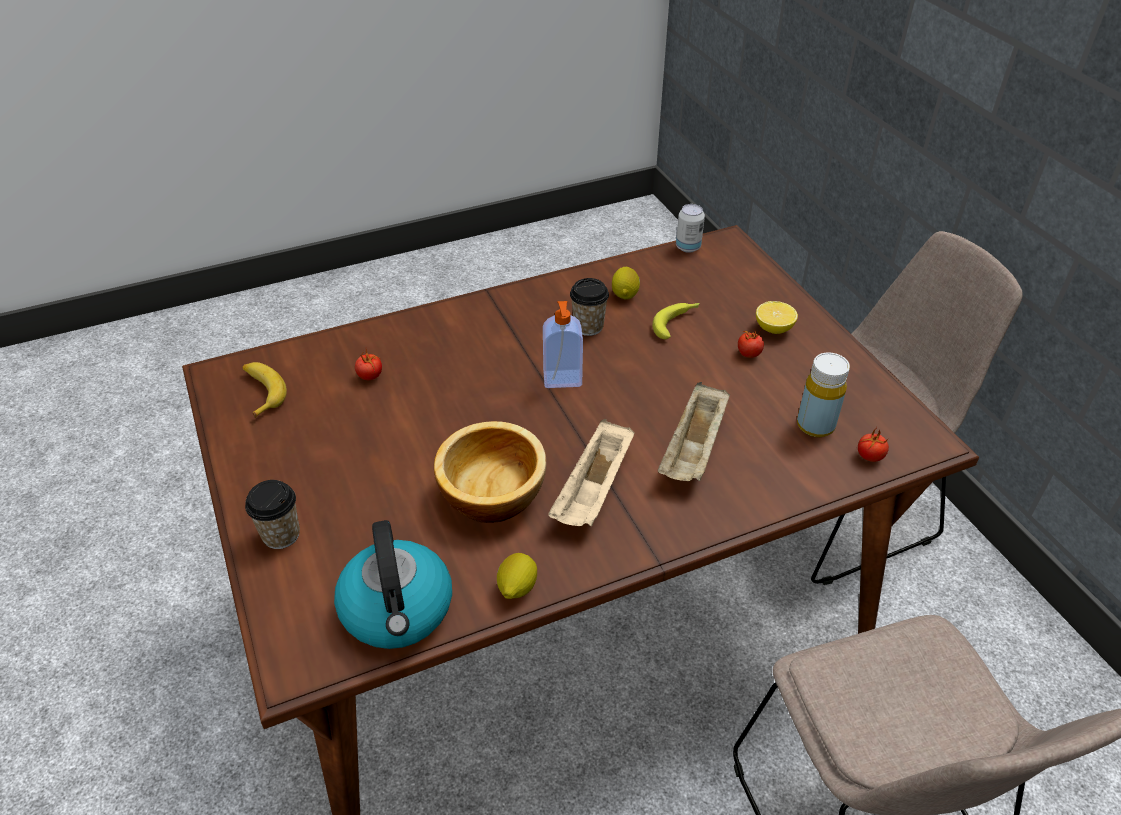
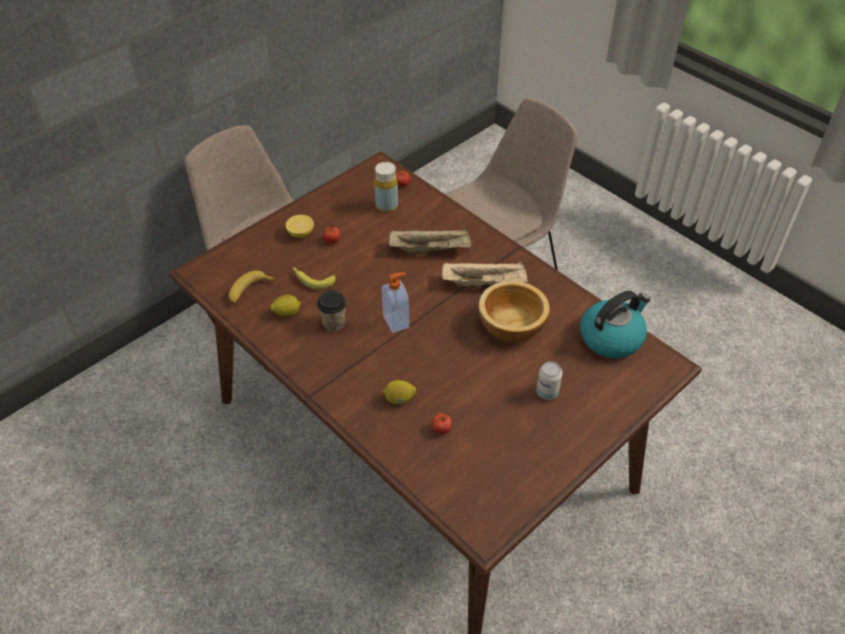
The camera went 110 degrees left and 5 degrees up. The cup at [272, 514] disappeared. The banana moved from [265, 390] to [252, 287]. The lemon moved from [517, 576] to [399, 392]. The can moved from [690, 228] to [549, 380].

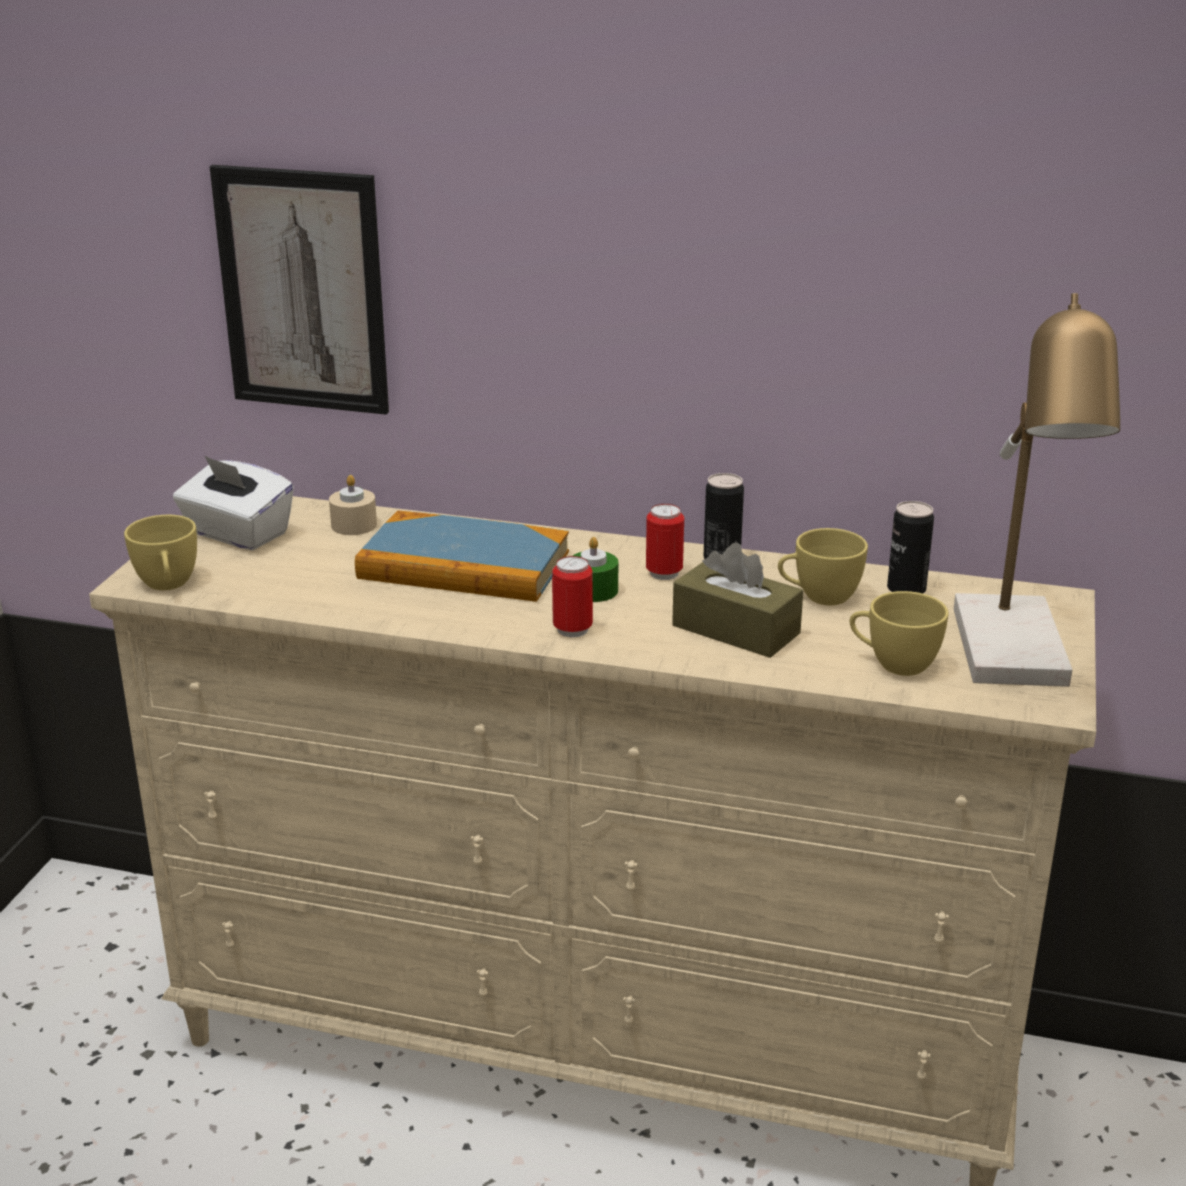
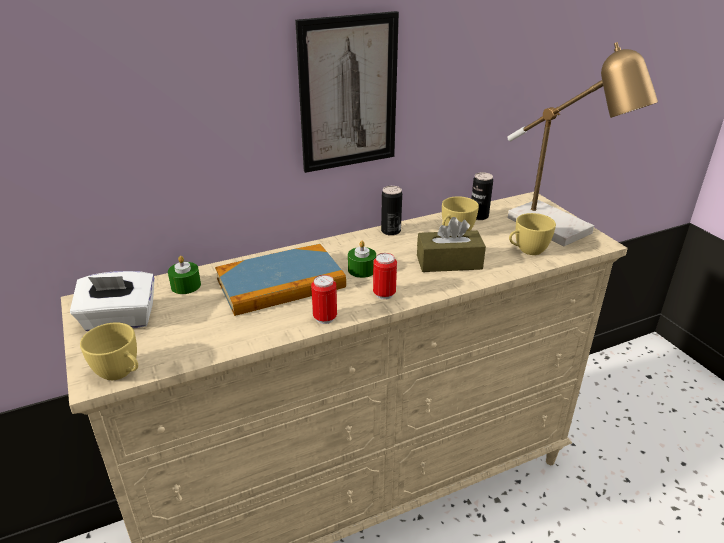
The camera went 40 degrees left and 5 degrees up. The picture moved from [299, 290] to [347, 92]. The can moved from [665, 542] to [324, 299]. The beige candle at [353, 505] became the green candle at [184, 275].

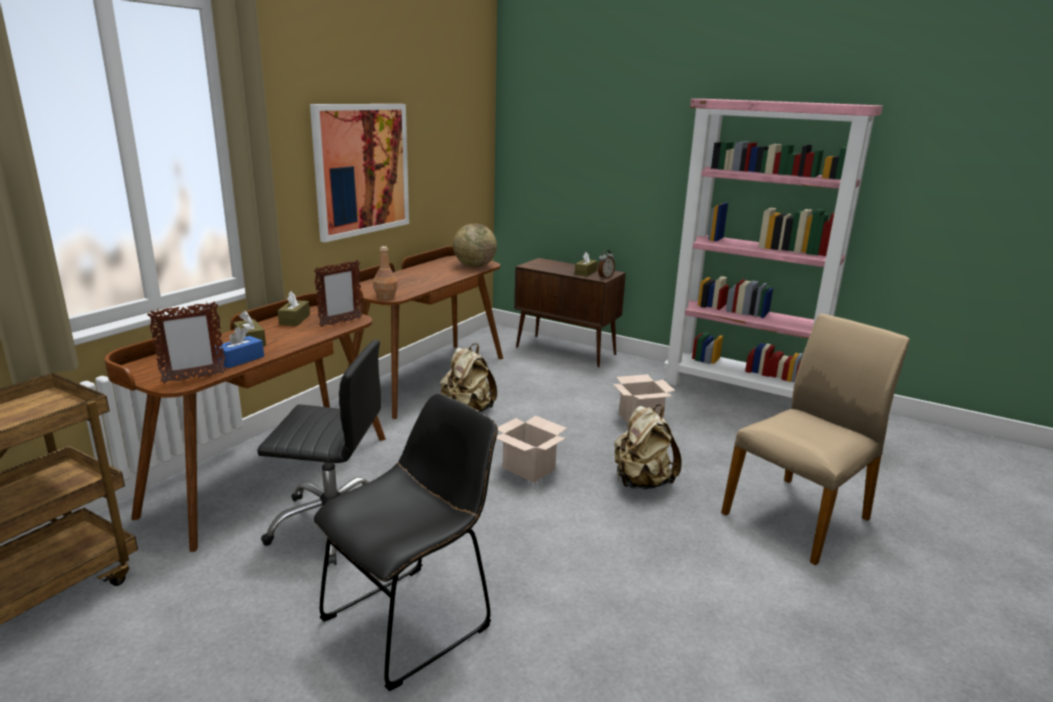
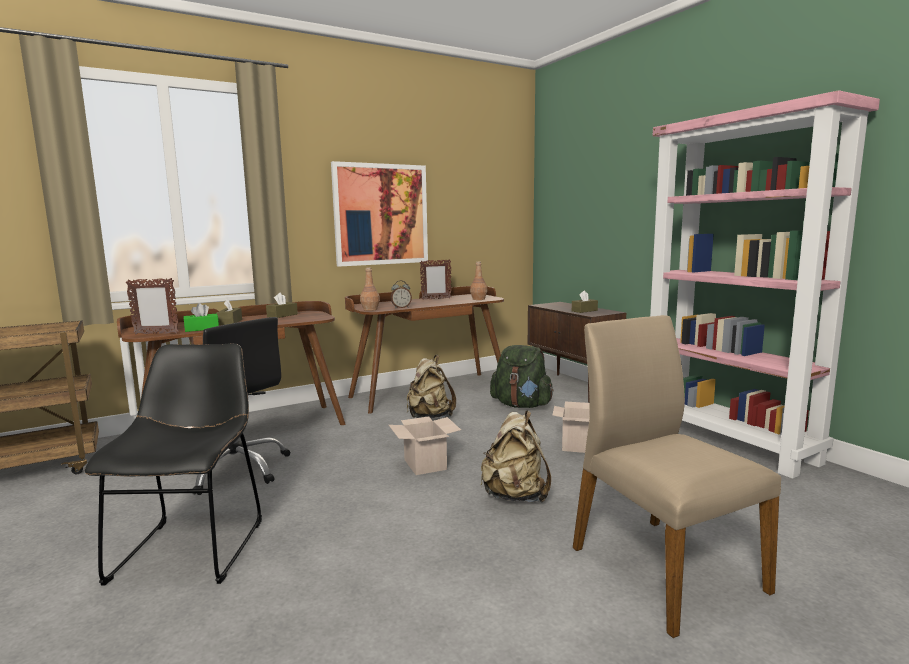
The camera went 30 degrees right and 10 degrees down. The green backpack at [522, 376] appeared. The picture frame moved from [338, 293] to [436, 279]. The alarm clock moved from [606, 264] to [401, 294]. The globe at [475, 245] was replaced by the brown bottle at [478, 281]. The blue tissue box at [239, 347] became the green tissue box at [201, 317]. The black chair at [406, 542] turned 75 degrees counterclockwise. The beige chair at [815, 439] turned 105 degrees counterclockwise.

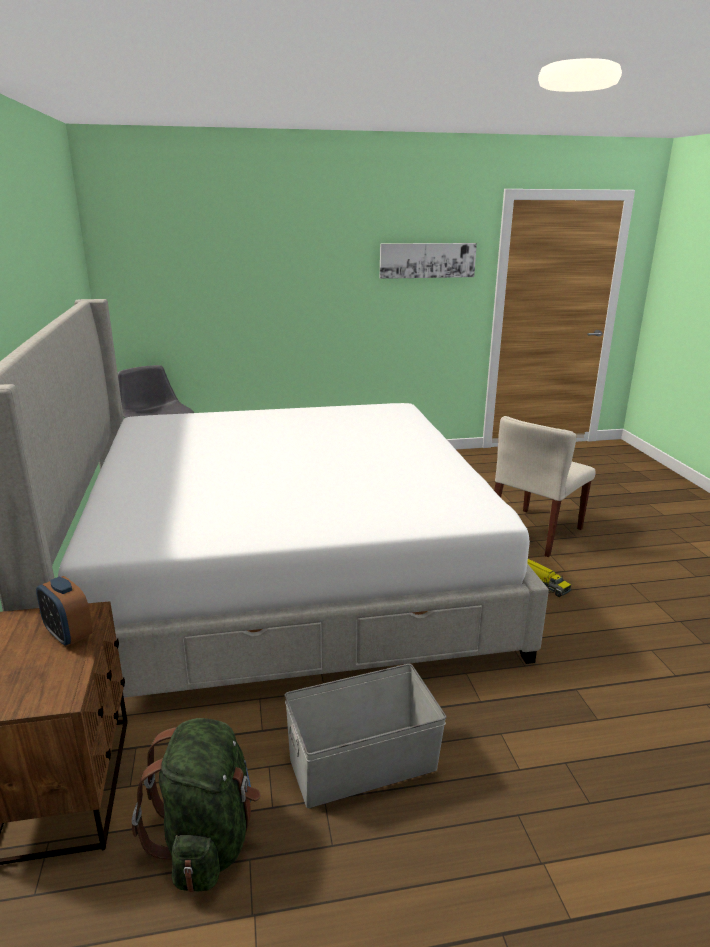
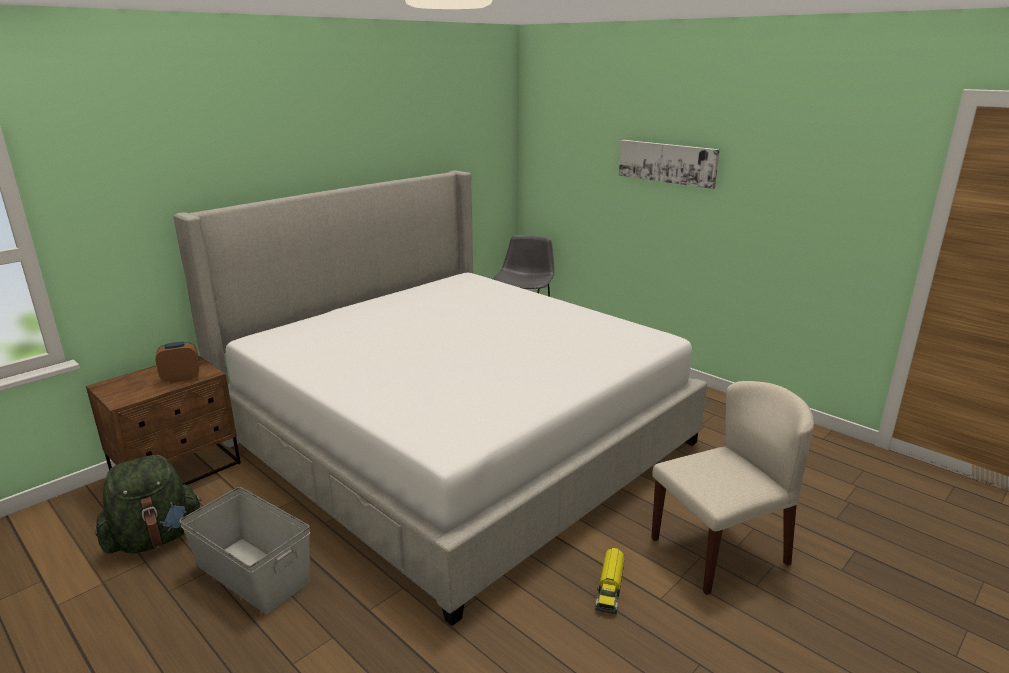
The camera went 55 degrees right and 0 degrees up. The picture moved from [428, 261] to [669, 164]. The alarm clock at [64, 611] turned 60 degrees clockwise. The beige chair at [545, 486] turned 150 degrees clockwise.

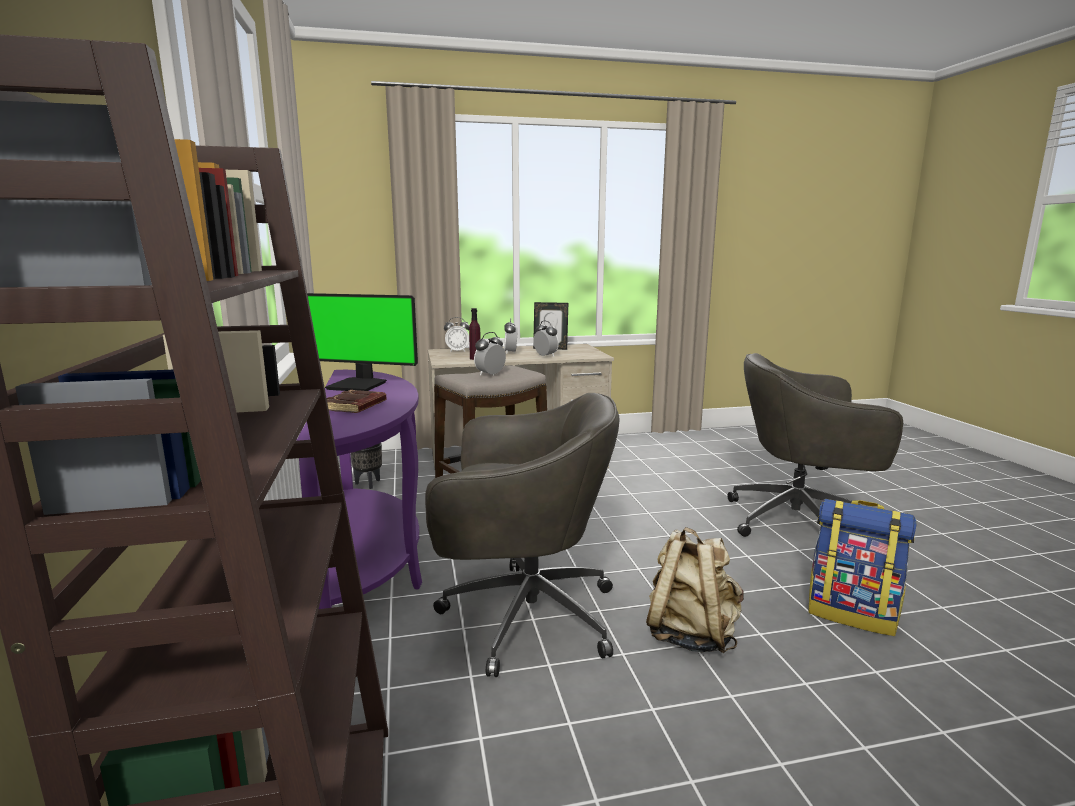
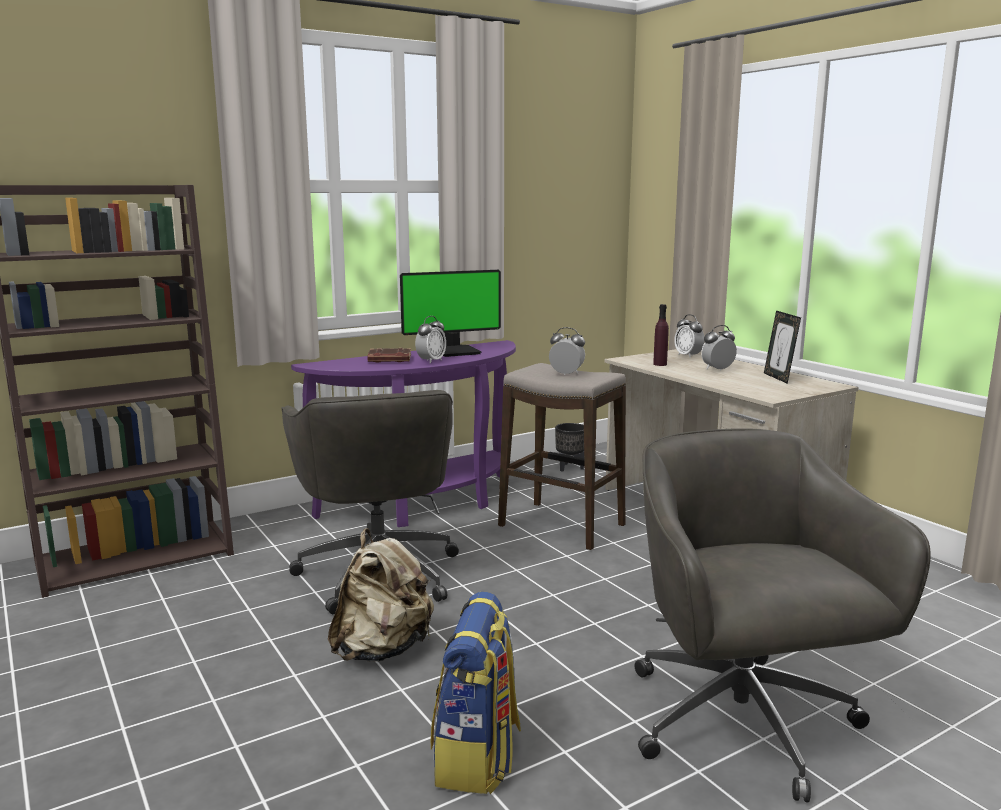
The camera went 70 degrees right and 0 degrees up. The alarm clock moved from [546, 339] to [430, 339]. The monitor at [362, 342] turned 105 degrees counterclockwise.

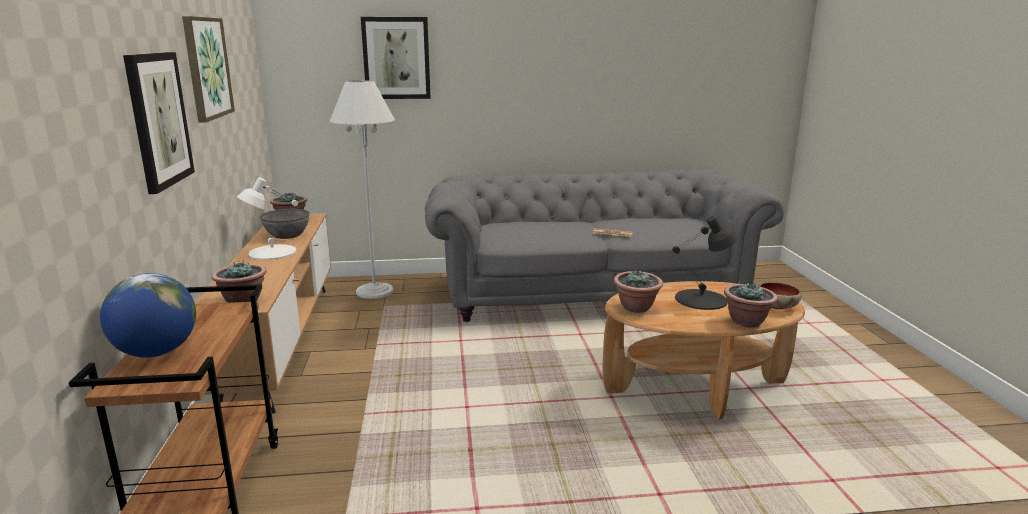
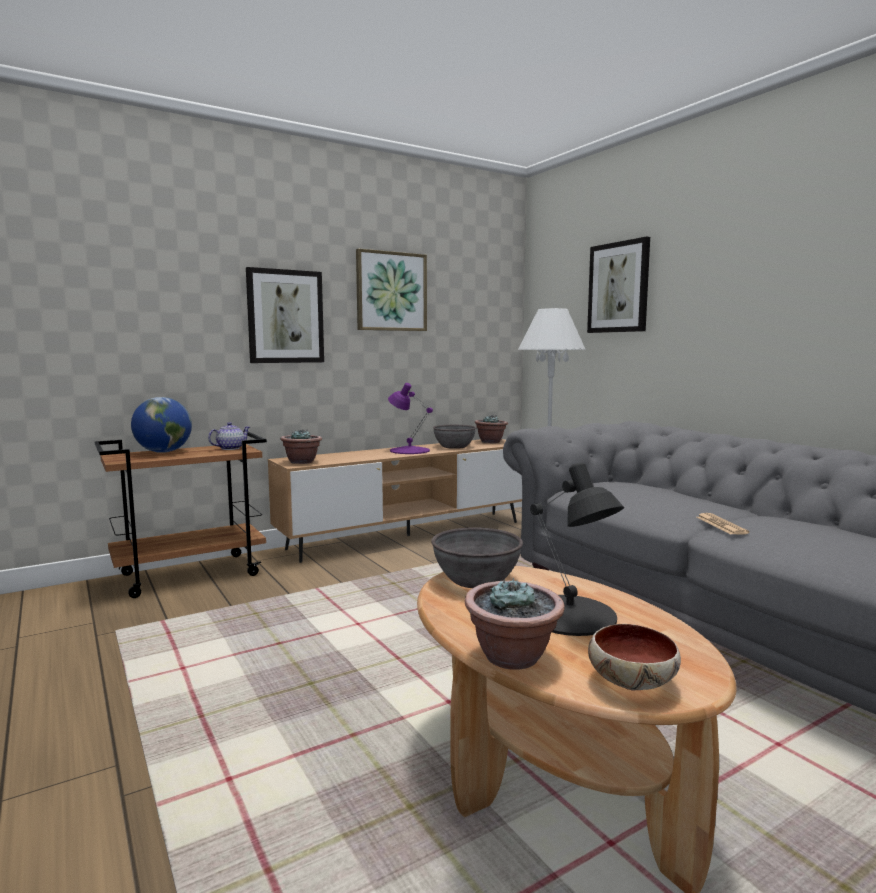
The camera went 65 degrees right and 10 degrees down. The teapot at [229, 436] appeared. The potted plant at [638, 291] was replaced by the grey bowl at [477, 557]. The white table lamp at [267, 218] became the purple table lamp at [410, 418].

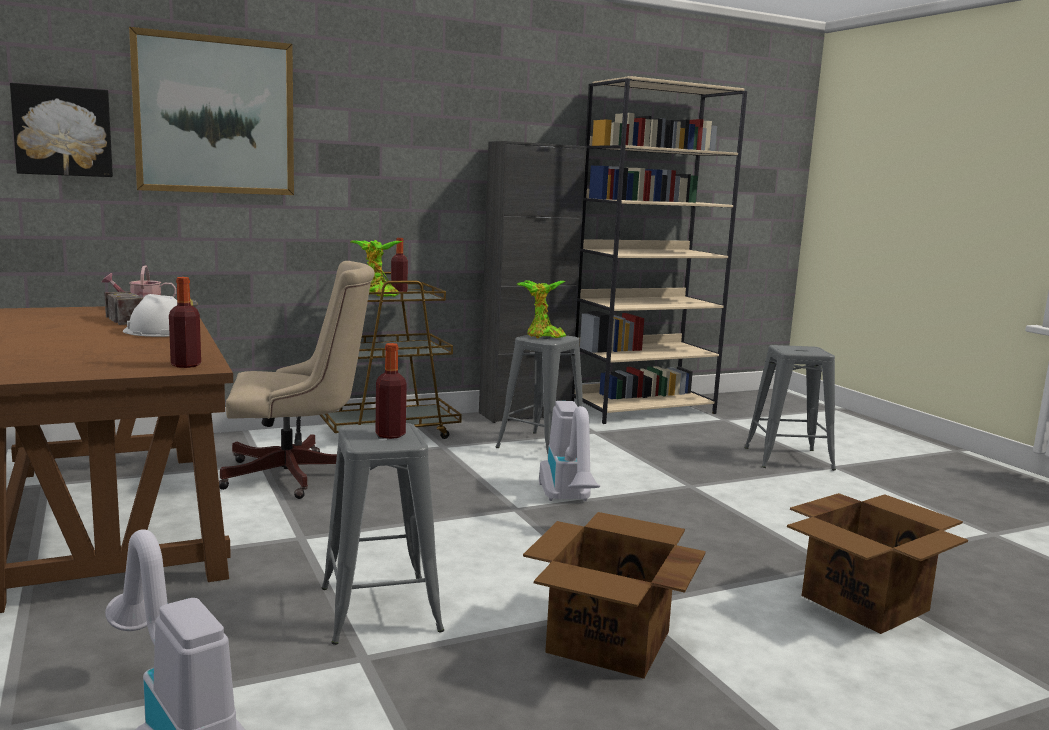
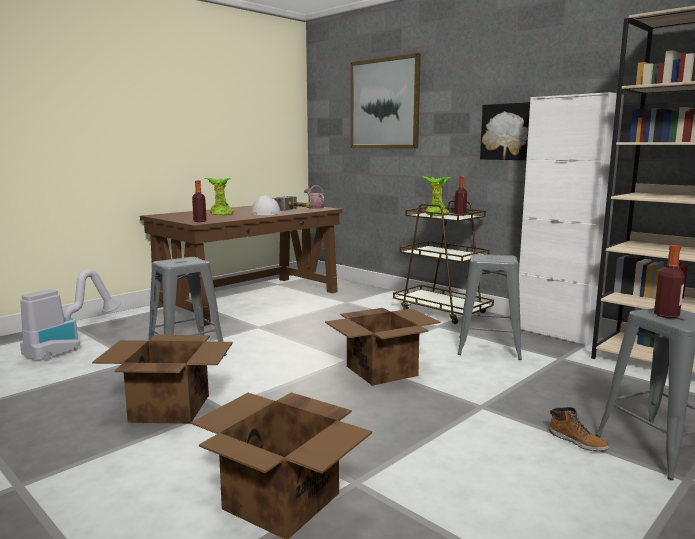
The camera went 70 degrees right and 0 degrees up. The beige office chair at [297, 380] disappeared. The boot at [579, 429] appeared. The picture moved from [61, 130] to [505, 131]. The bottle moved from [391, 391] to [669, 281]. The potted plant moved from [541, 309] to [219, 196]. The vacuum cleaner at [569, 451] was replaced by the cardboard box at [383, 347]. The black cabinet at [533, 282] became the white cabinet at [571, 219].

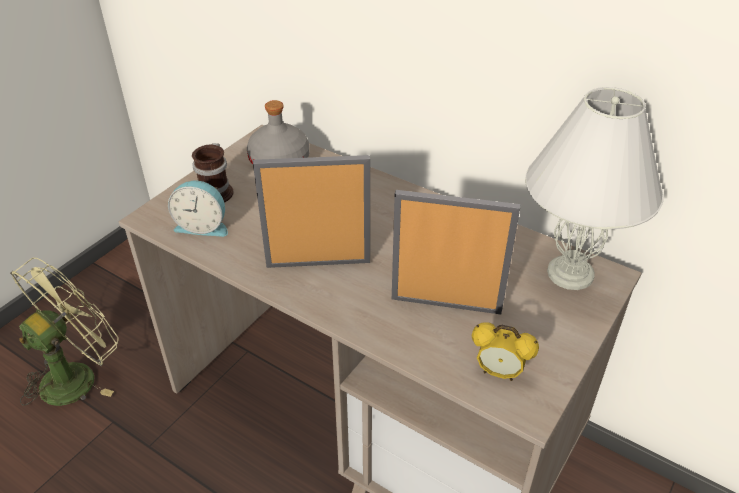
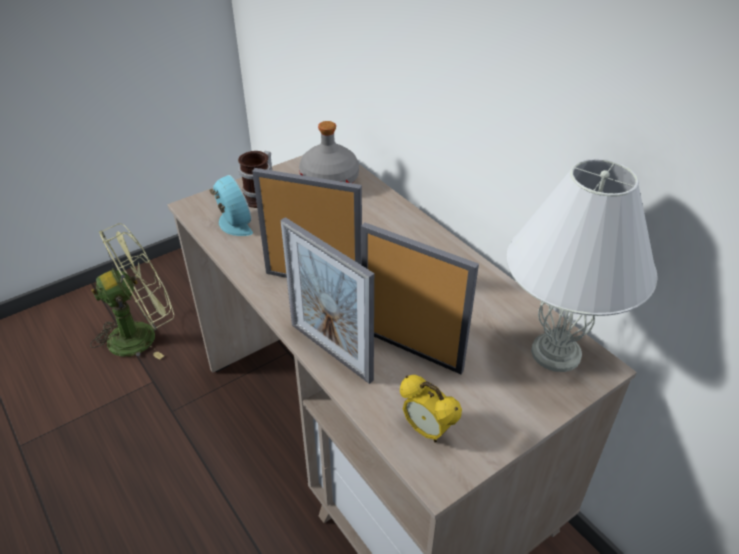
The camera went 20 degrees right and 0 degrees up. The picture frame at [327, 300] appeared. The alarm clock at [198, 209] turned 150 degrees counterclockwise.

